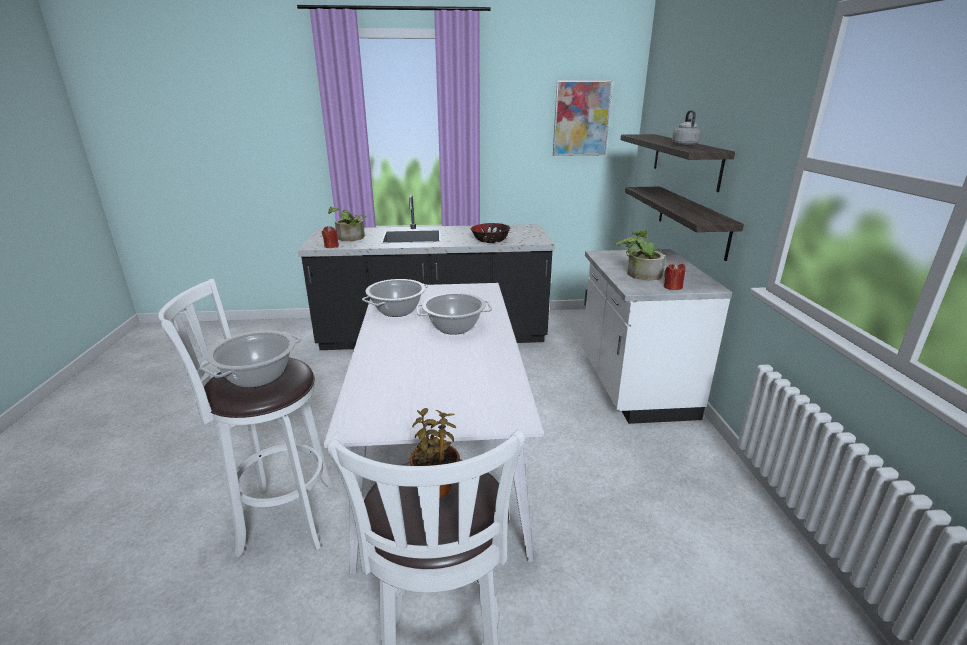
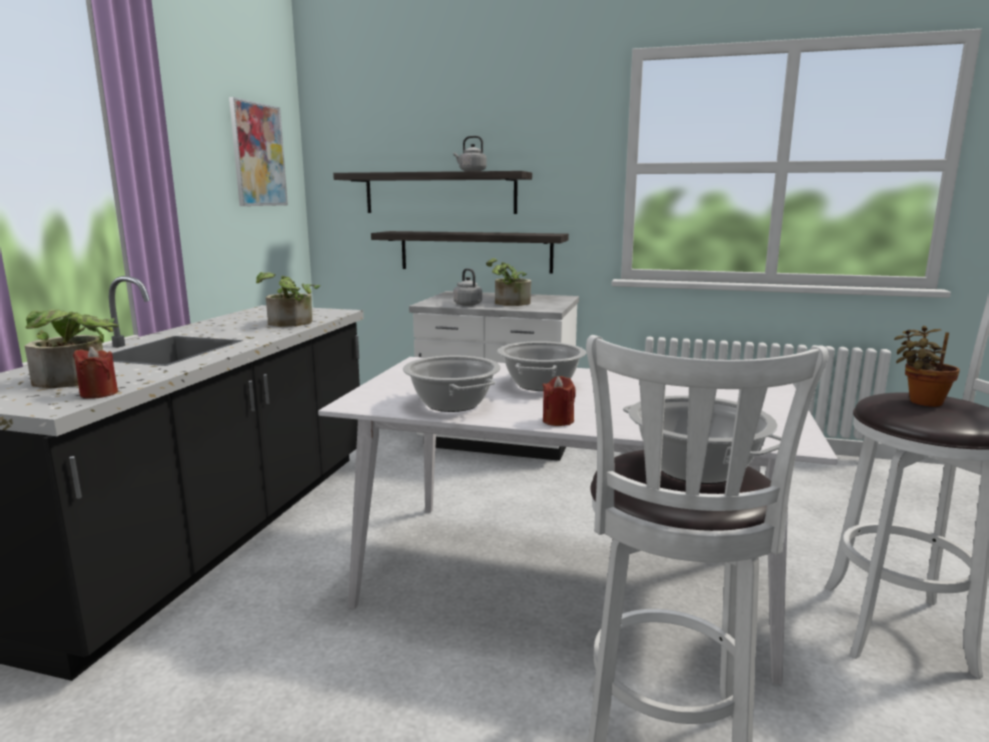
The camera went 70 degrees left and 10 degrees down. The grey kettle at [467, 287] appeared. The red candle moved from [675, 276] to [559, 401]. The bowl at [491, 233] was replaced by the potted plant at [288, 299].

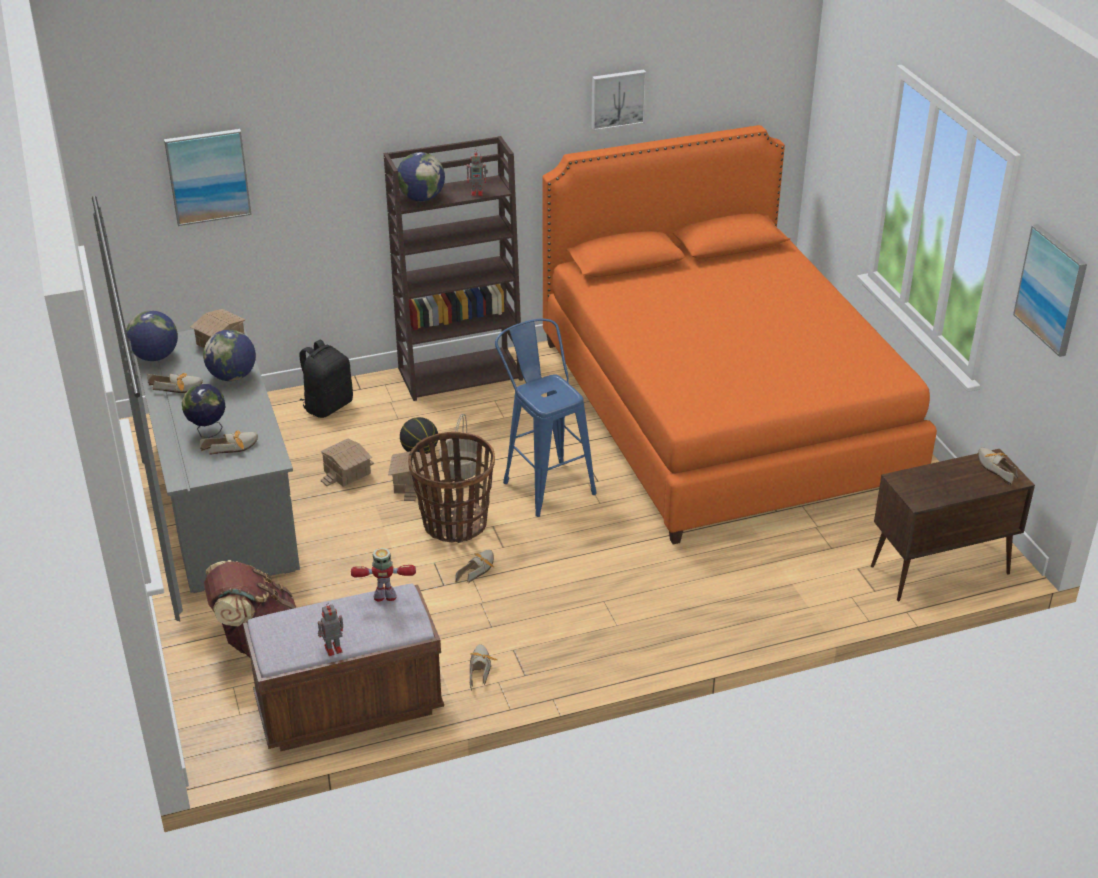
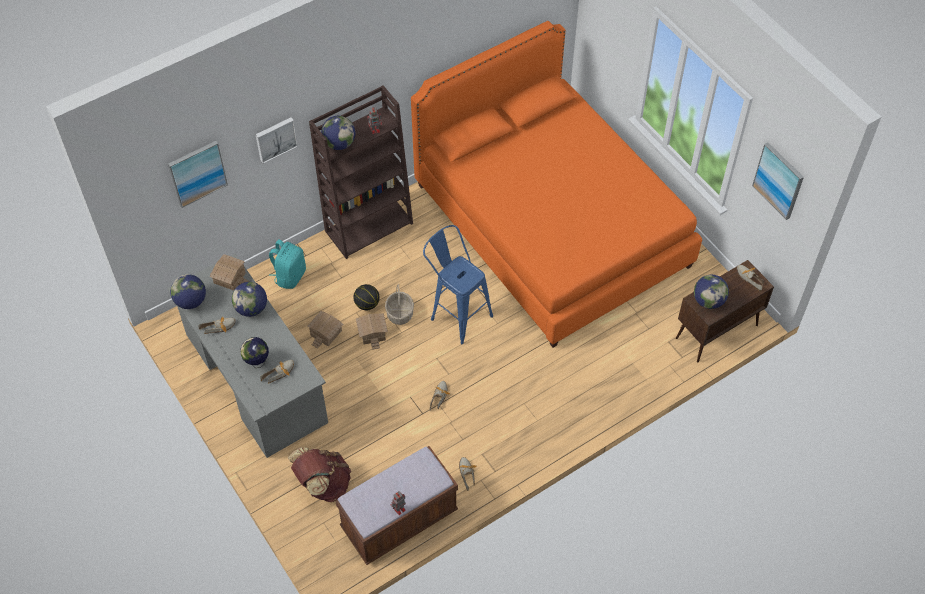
The camera went 15 degrees left and 20 degrees up. The toy robot at [383, 574] disappeared. The basket at [451, 487] disappeared. The globe at [711, 292] appeared. The picture moved from [619, 100] to [276, 140]. The black backpack at [326, 379] became the turquoise backpack at [287, 264].

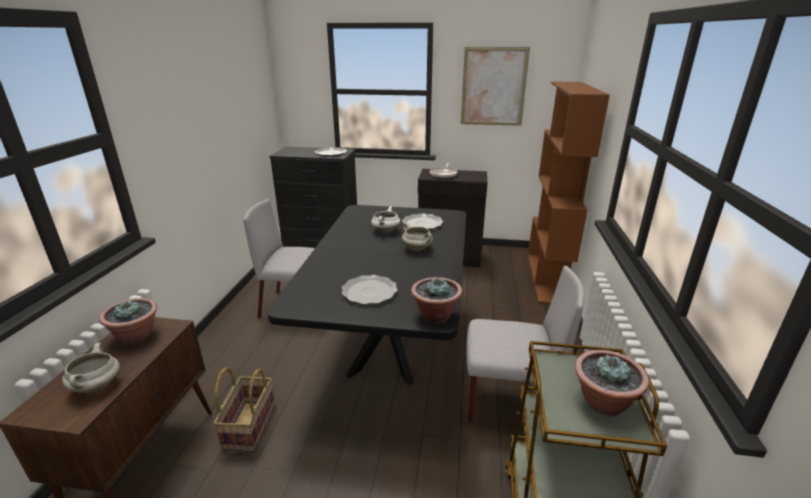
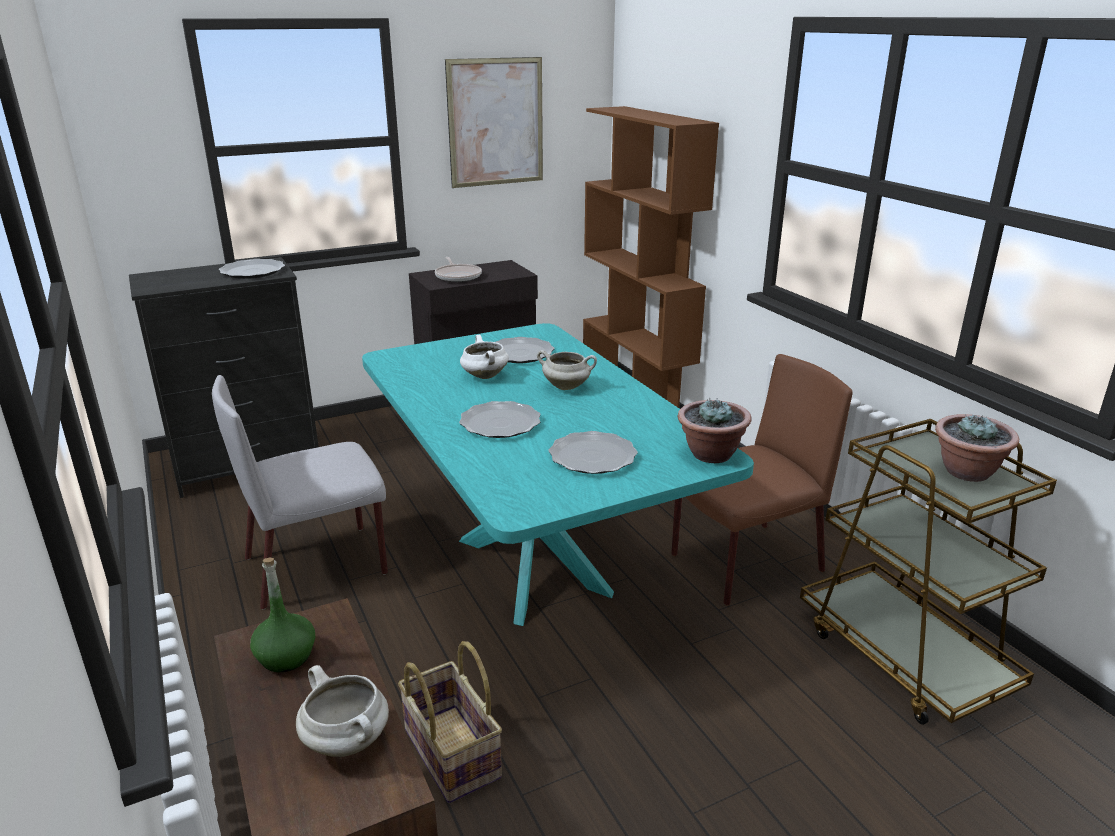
The camera went 35 degrees left and 0 degrees up. The plate at [500, 419] appeared. The potted plant at [128, 321] was replaced by the green bottle at [282, 615]. The black dining table at [366, 295] became the turquoise dining table at [558, 474]. The grey chair at [525, 344] became the brown chair at [762, 479].

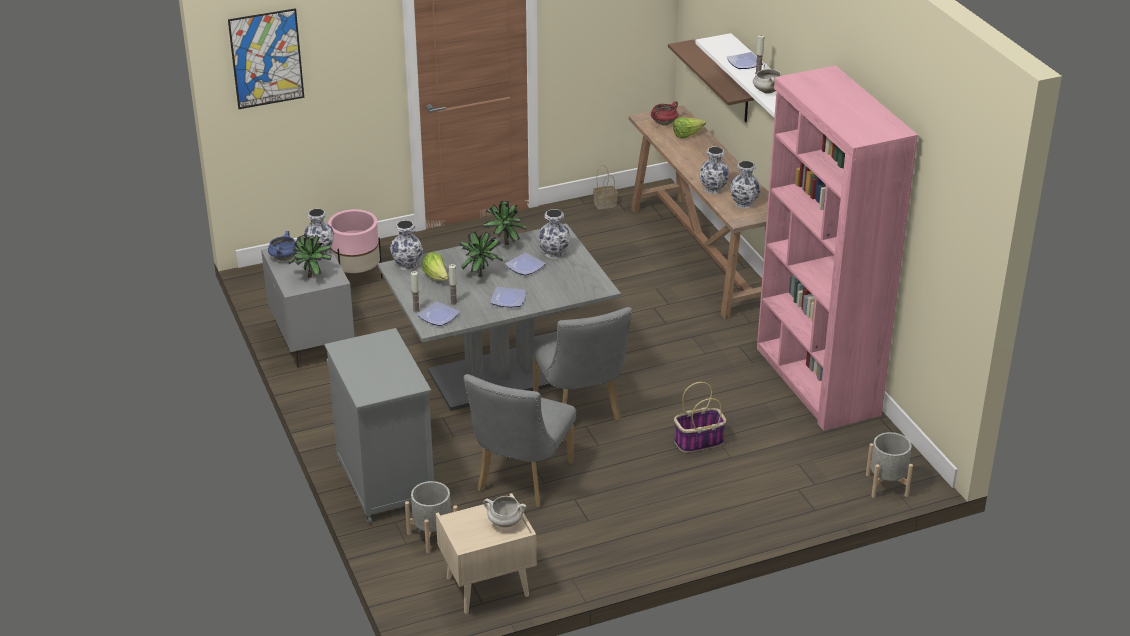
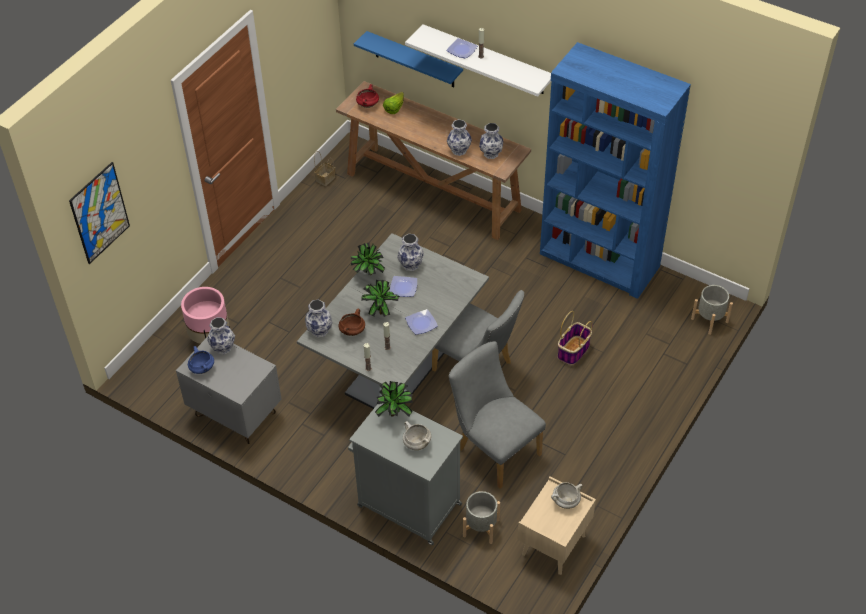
The camera went 35 degrees left and 15 degrees up. The plate at [439, 314] disappeared. The potted plant moved from [310, 256] to [394, 399]. The white cooking pot moved from [767, 79] to [417, 435]. The lettuce at [435, 266] was replaced by the brown cooking pot at [351, 322]. The brown shelf at [711, 81] became the blue shelf at [408, 59]. The pink bookcase at [837, 248] became the blue bookcase at [615, 170]. The grey chair at [519, 440] turned 150 degrees clockwise.

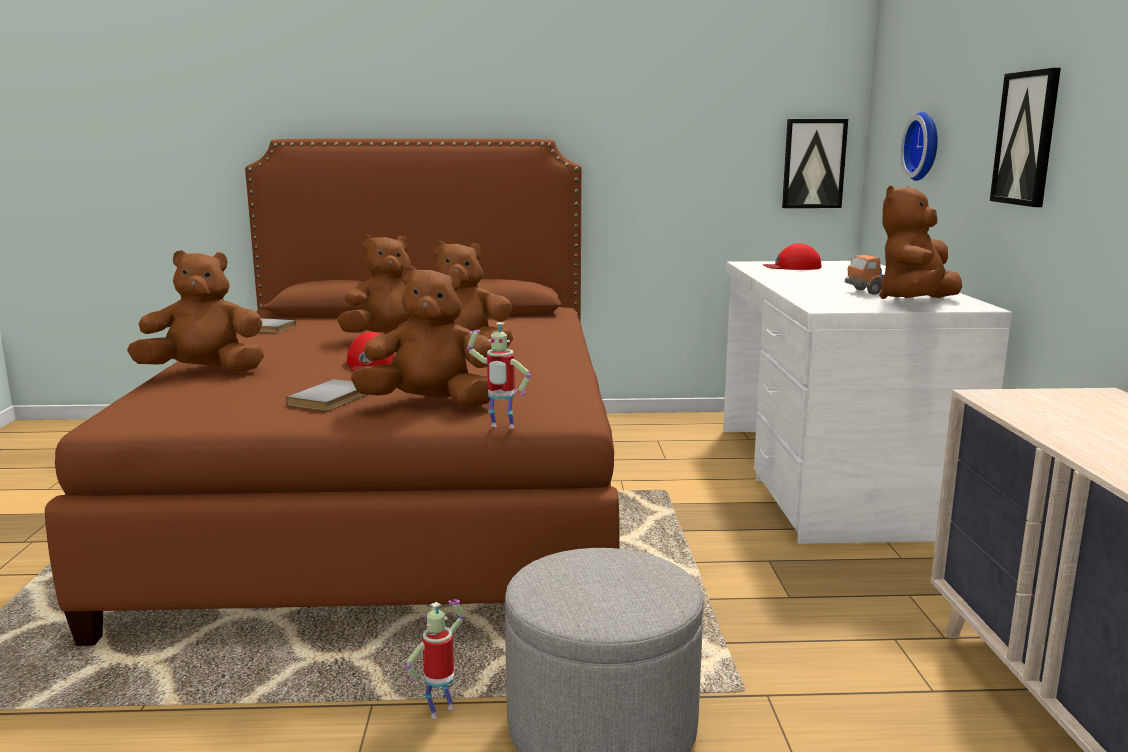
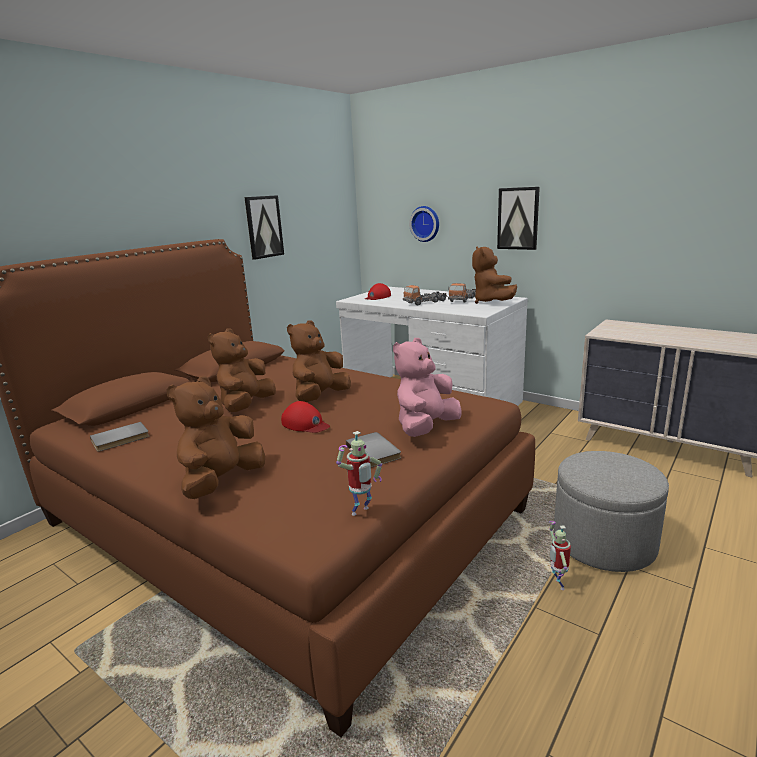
The camera went 50 degrees left and 5 degrees up. The toy truck at [425, 295] appeared. The toy robot moved from [499, 375] to [359, 473]. The picture moved from [815, 163] to [264, 227]. The brown plush toy at [421, 336] became the pink plush toy at [427, 387].

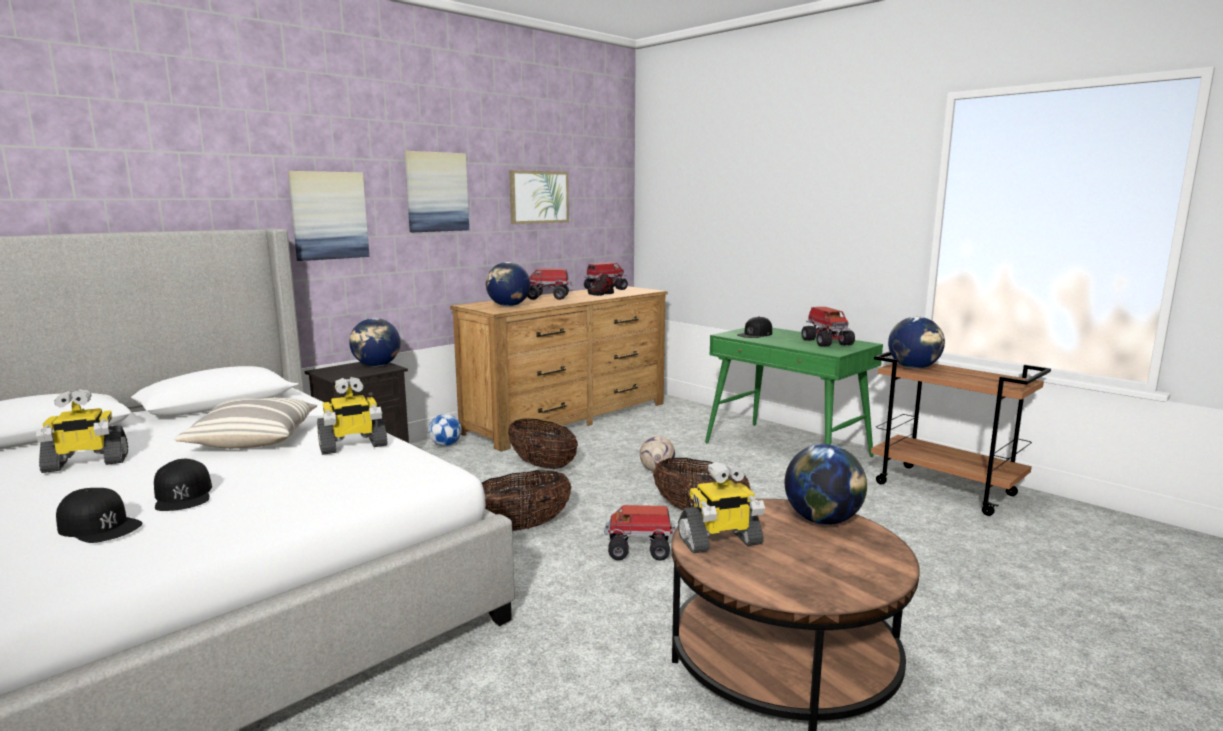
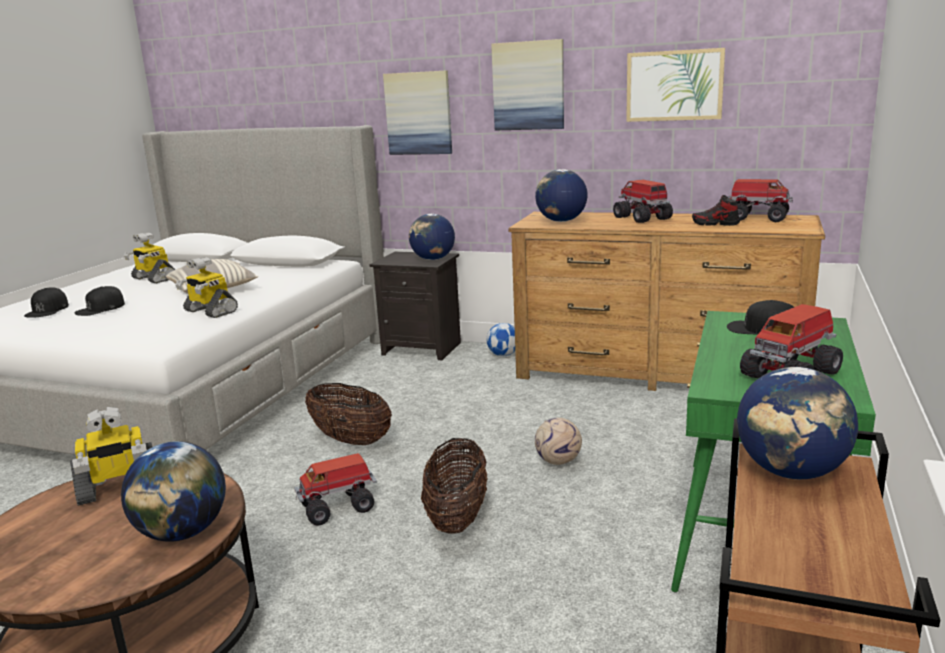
The camera went 65 degrees right and 5 degrees up. The basket at [543, 444] disappeared. The toy truck at [640, 532] turned 90 degrees counterclockwise. The toy robot at [721, 506] turned 75 degrees counterclockwise.

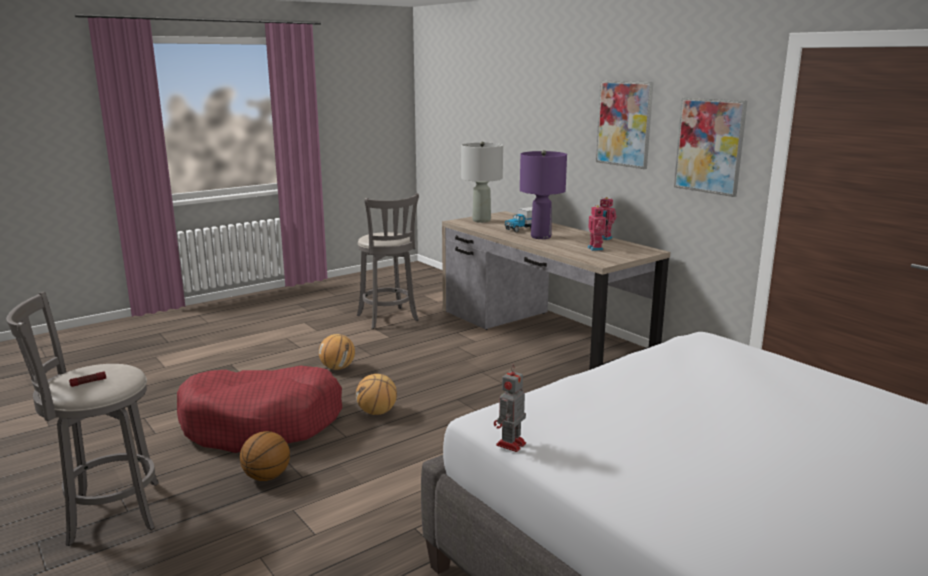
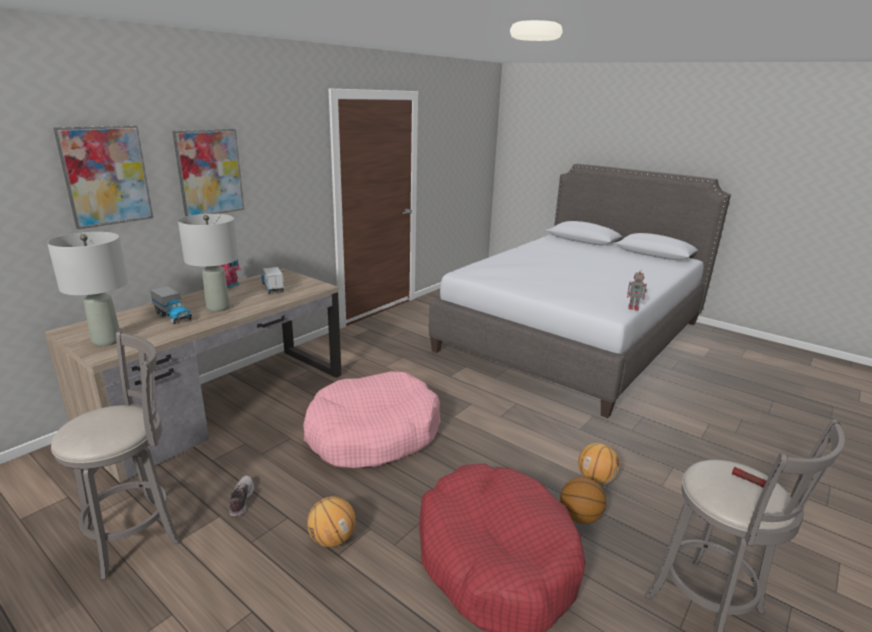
The camera went 105 degrees left and 5 degrees up. The shoe at [241, 495] appeared. The pink dog bed at [371, 419] appeared. The basketball moved from [376, 394] to [599, 464]. The picture moved from [710, 147] to [103, 177]. The toy robot at [597, 228] was replaced by the toy truck at [272, 280]. The purple table lamp at [543, 194] became the grey table lamp at [208, 263].

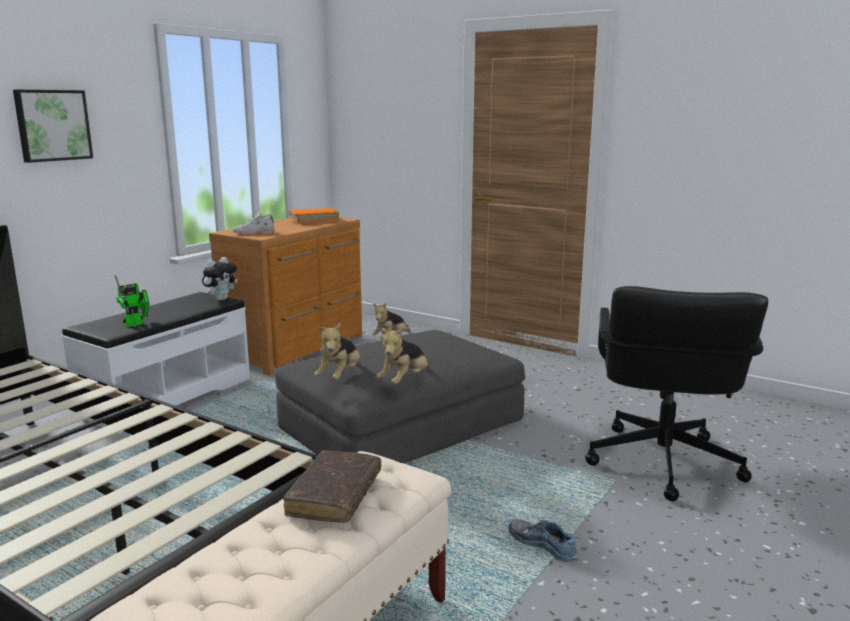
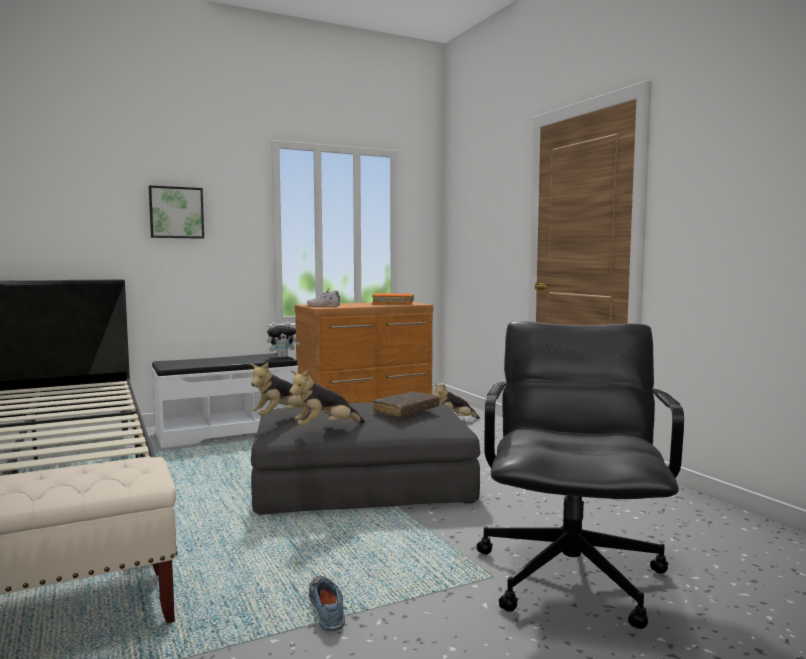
The camera went 30 degrees right and 10 degrees down. The toy robot at [132, 301] disappeared. The brown book moved from [332, 486] to [406, 404]. The black office chair at [676, 393] turned 150 degrees clockwise.

